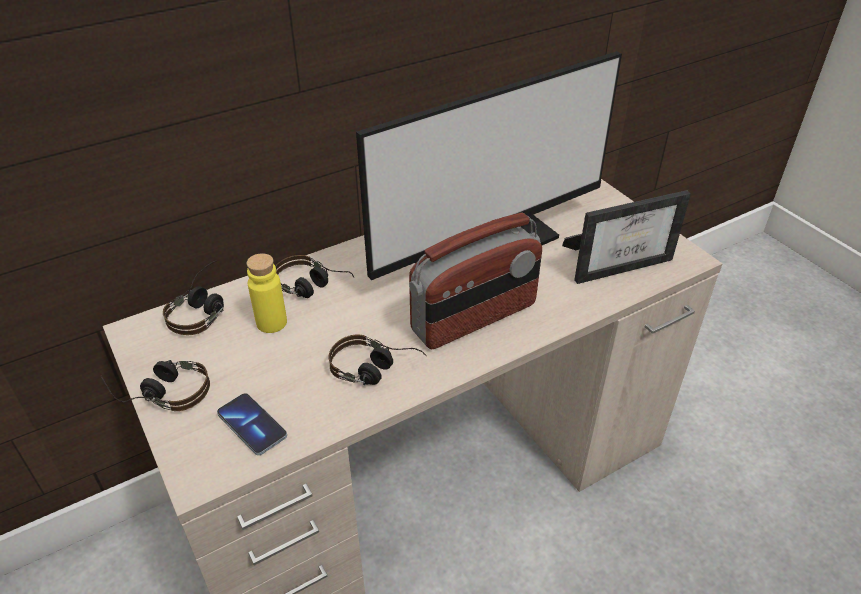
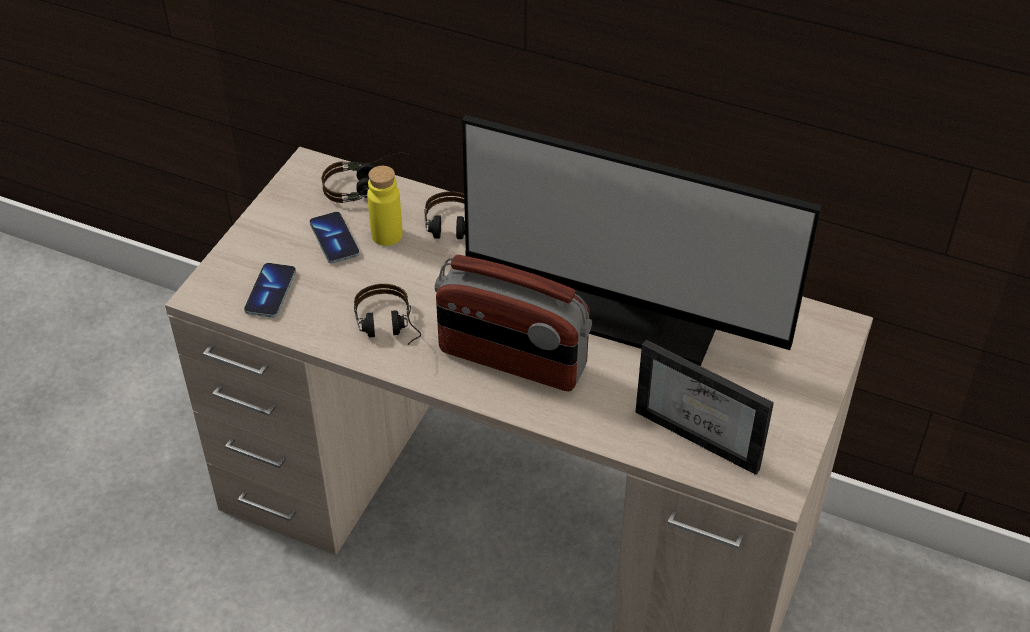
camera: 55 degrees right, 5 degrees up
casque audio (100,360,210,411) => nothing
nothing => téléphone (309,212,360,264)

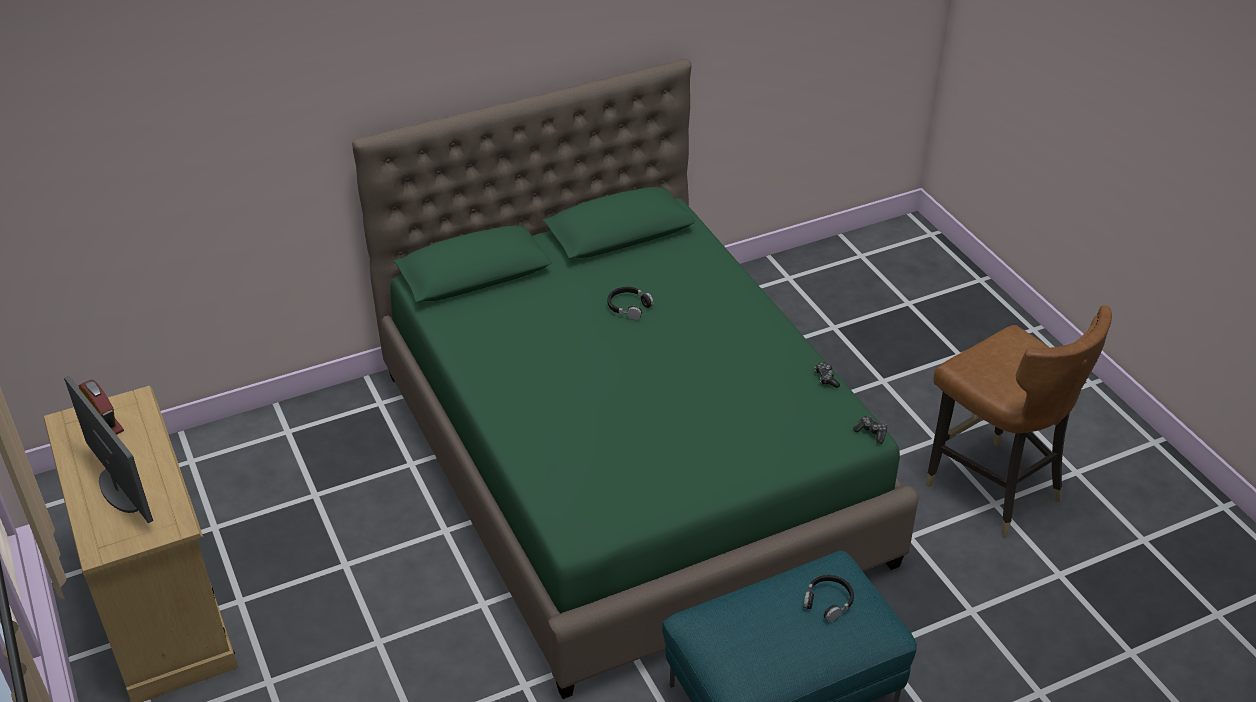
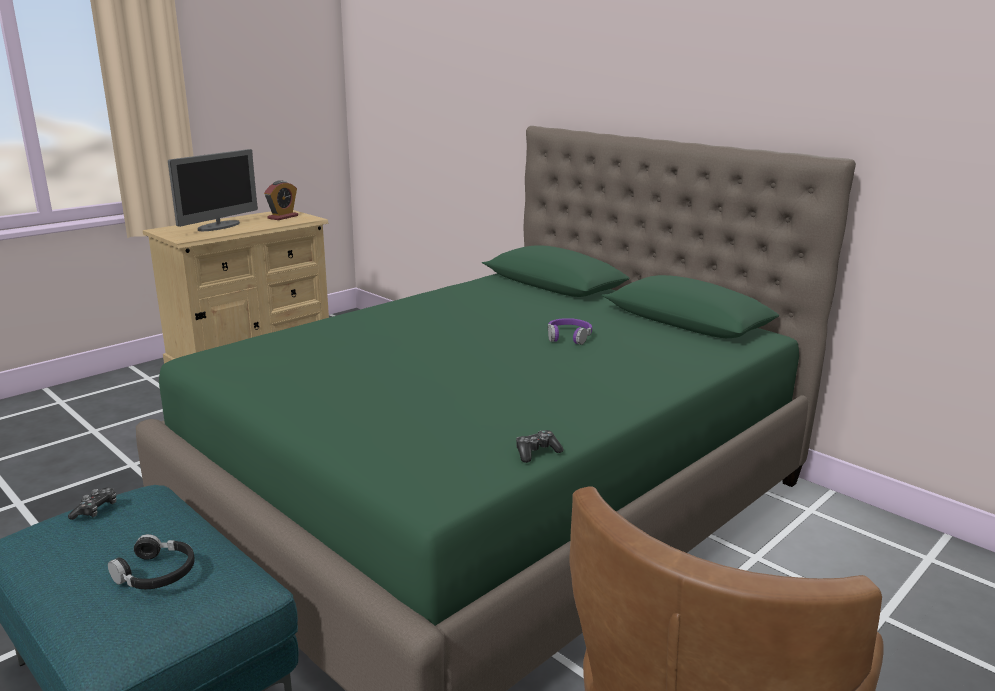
camera: 70 degrees right, 20 degrees down
casque audio (noir) (607,287,654,320) => casque audio (violet) (548,318,592,345)
manette (853,416,887,444) => manette (68,487,117,520), relocated

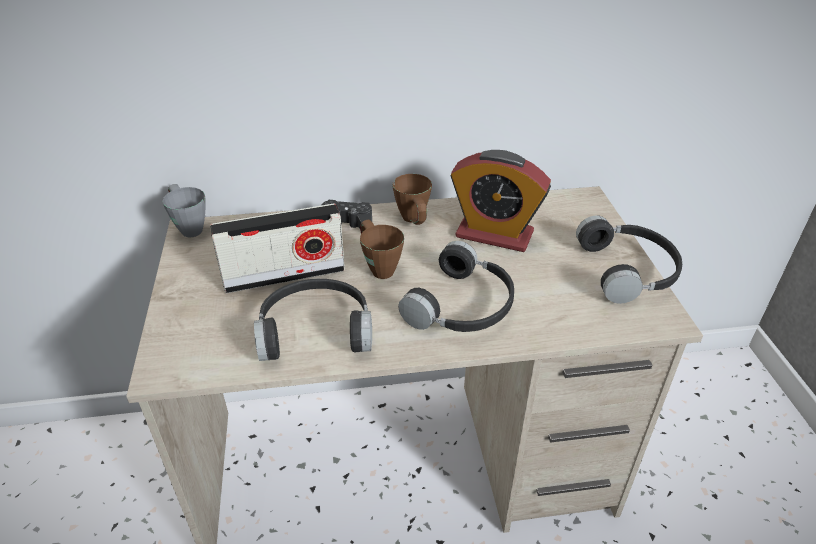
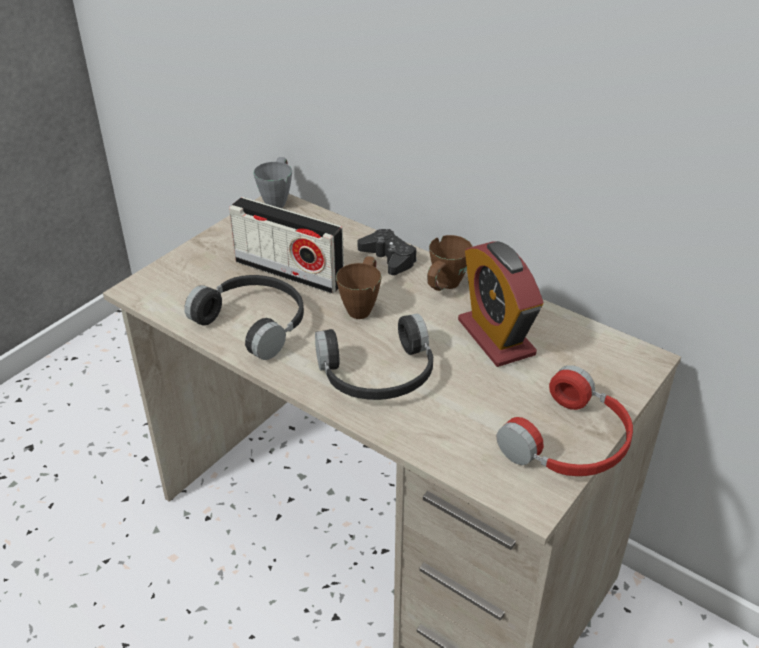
camera: 45 degrees right, 0 degrees up
casque audio (noir) (576,215,682,304) => casque audio (rouge) (496,365,633,476)

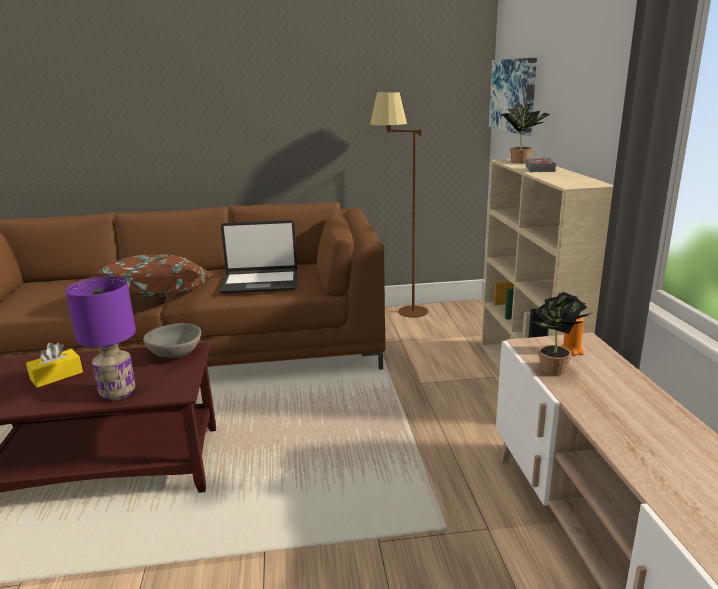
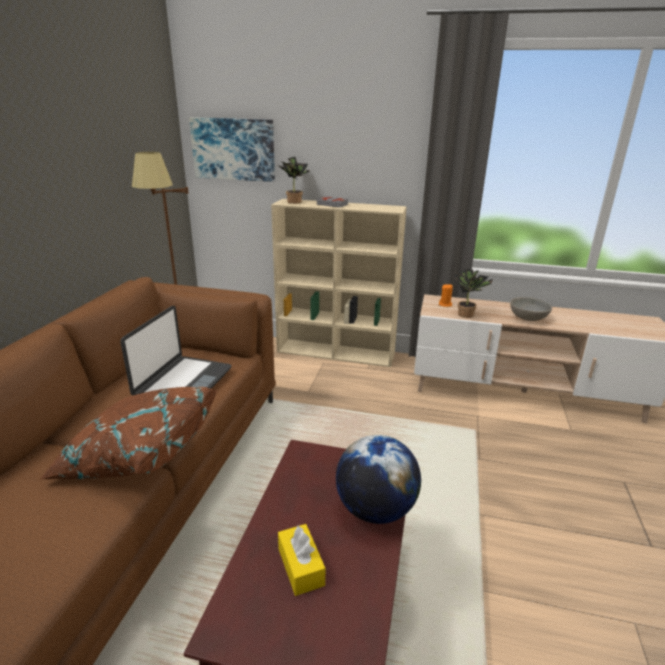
camera: 70 degrees left, 5 degrees up
lampe de table (violet) (65,276,136,401) => globe (336,435,421,524)
bol (gris) (143,323,201,358) => bol (gris) (510,297,552,321), relocated

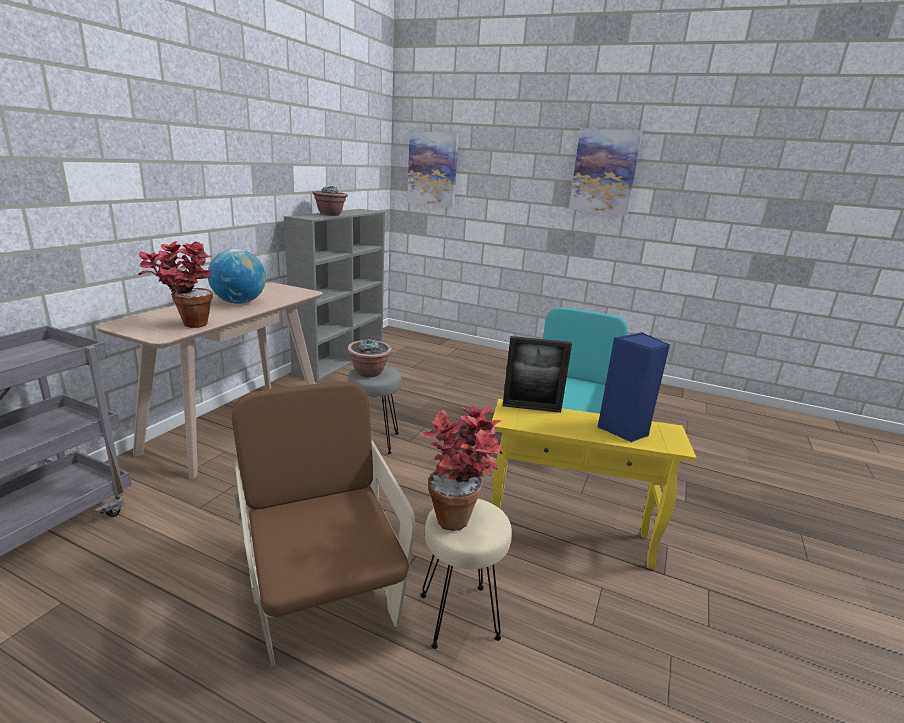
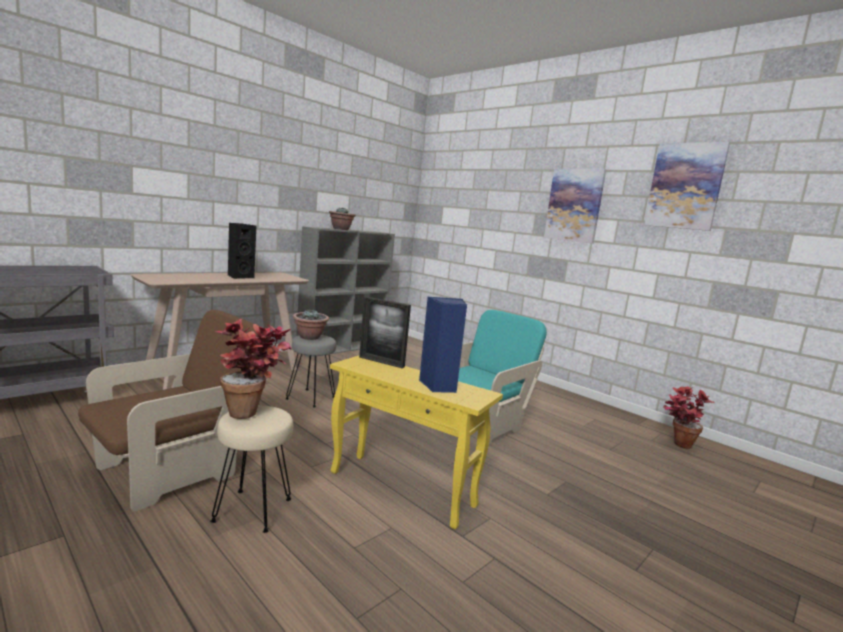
camera: 20 degrees right, 10 degrees down
plante en pot (138,241,213,328) => plante en pot (663,387,715,449), relocated
globe (208,249,266,304) => enceinte (noir) (228,223,256,279)
fauteuil (marron) (232,381,416,667) => fauteuil (marron) (78,310,259,512), 45 degrees clockwise
tableau (407,131,459,208) => tableau (644,142,730,231), relocated

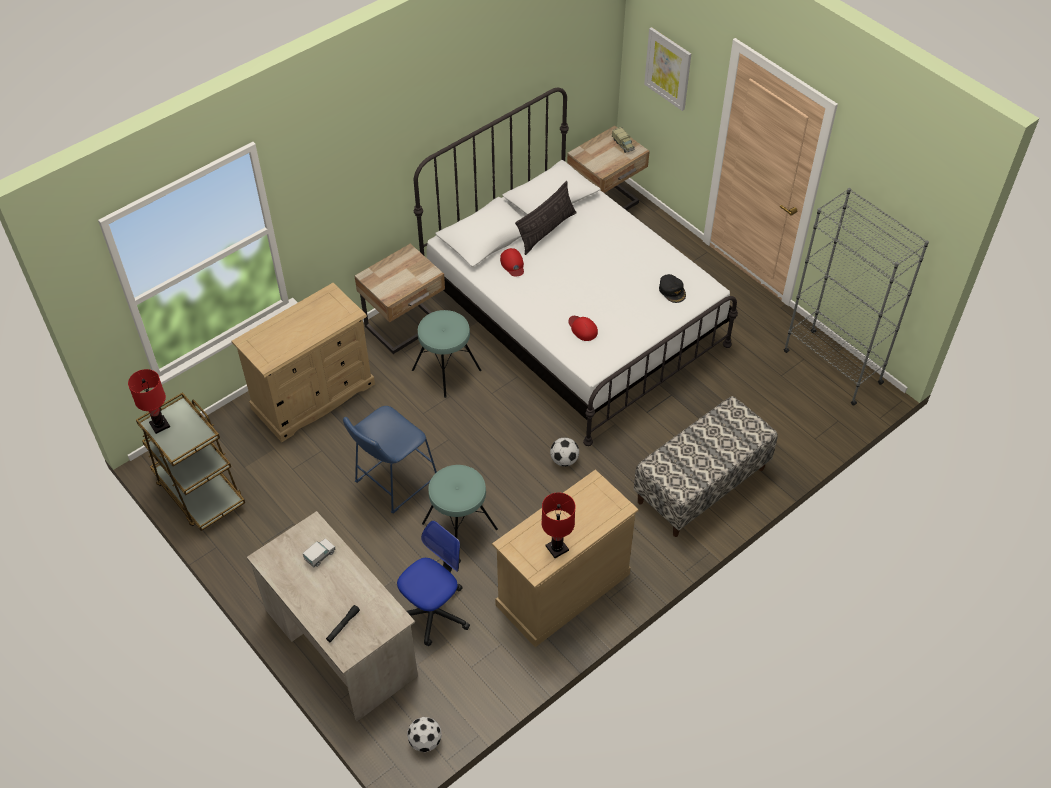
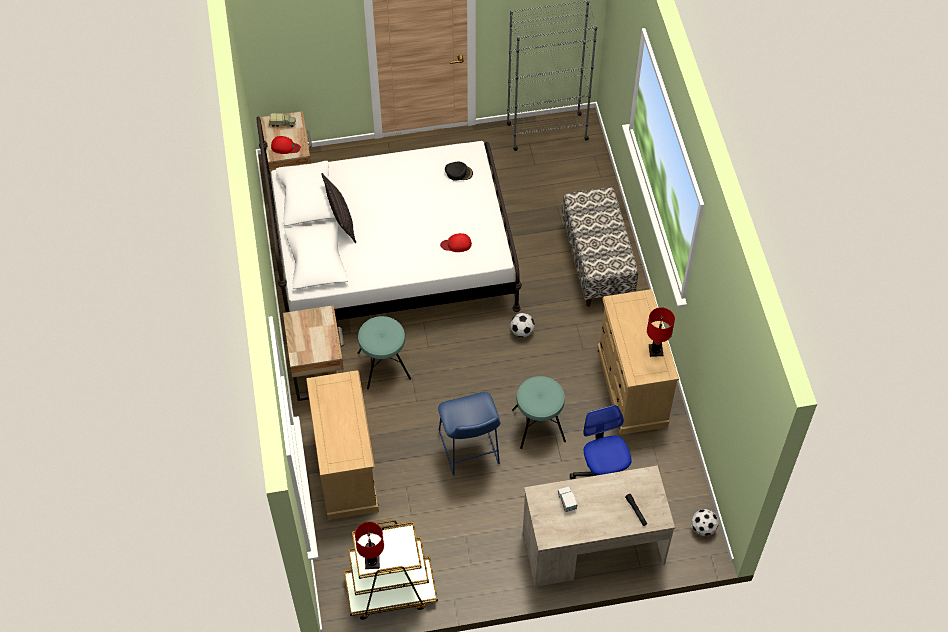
camera: 60 degrees left, 5 degrees up
casquette (rouge) (500,248,524,276) => casquette (rouge) (271,136,301,154), relocated
tableau (644,27,691,111) => nothing

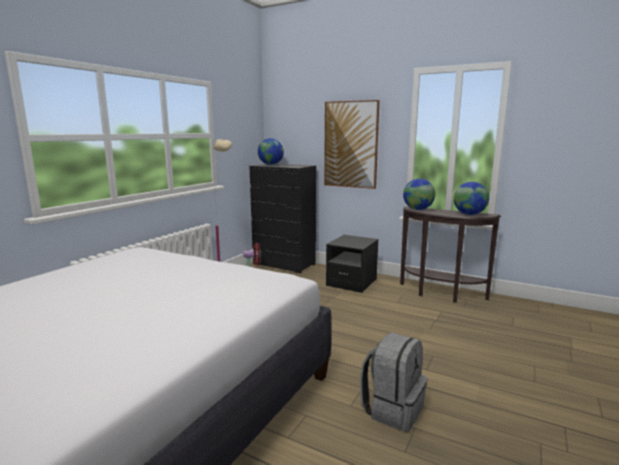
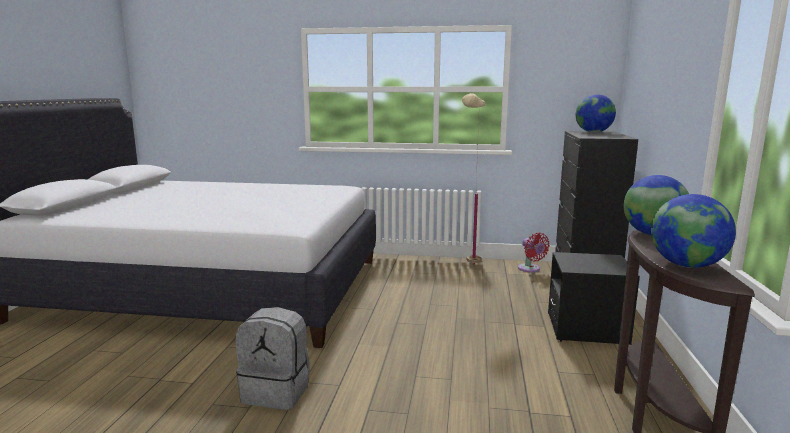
camera: 70 degrees right, 0 degrees up
tableau (324,100,380,189) => nothing

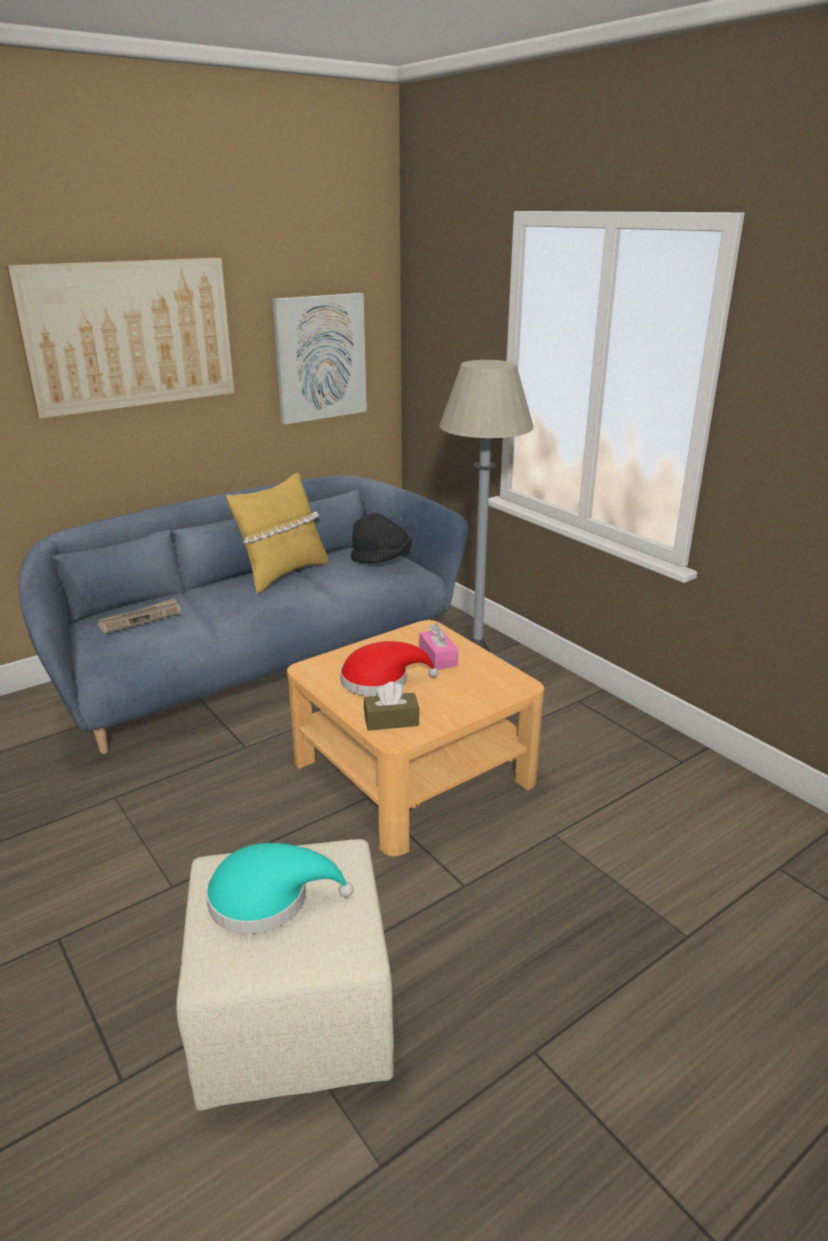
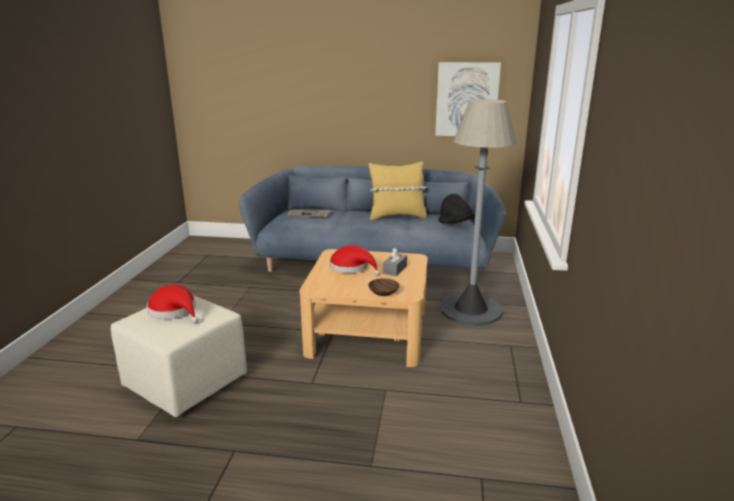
camera: 45 degrees right, 5 degrees down
tableau (6,257,235,419) => nothing
chapeau (turquoise) (206,843,353,934) => chapeau (rouge) (147,284,198,324)
boîte à mouchoirs (marron) (364,682,419,731) => nothing
boîte à mouchoirs (rose) (419,623,458,670) => boîte à mouchoirs (gris) (383,247,407,276)
nothing => bol (marron) (368,278,400,296)

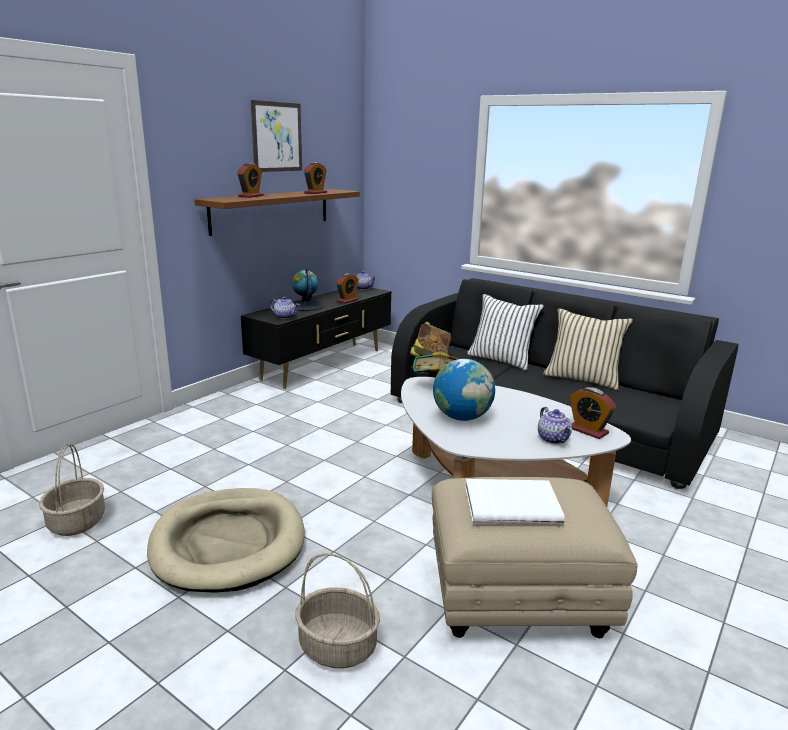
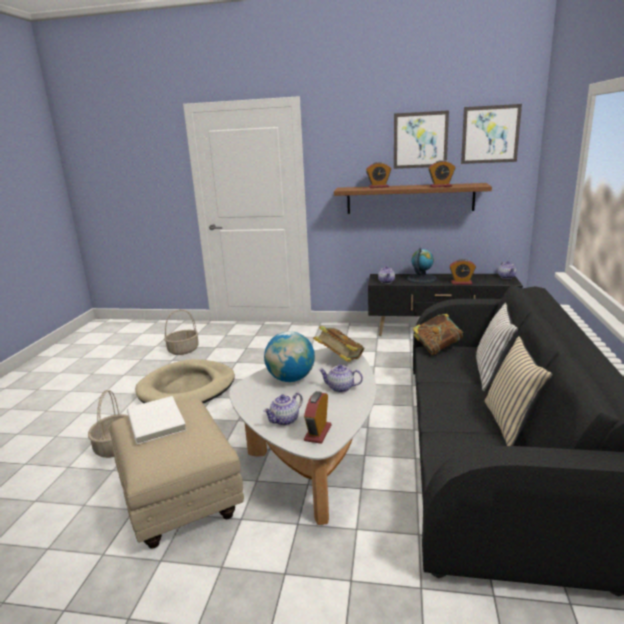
camera: 65 degrees right, 0 degrees up
nothing => théière (319,364,363,393)
nothing => tableau (461,104,522,164)

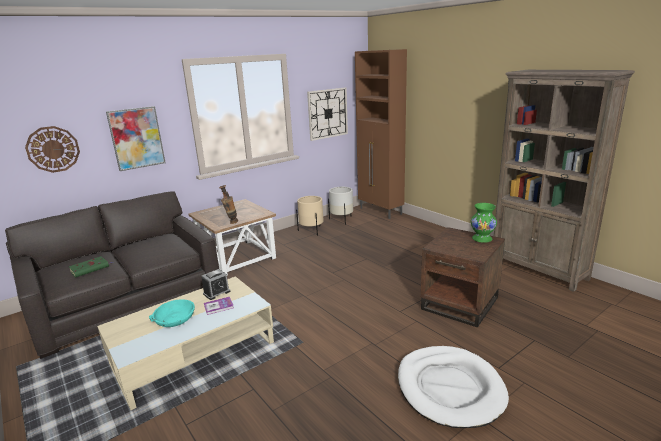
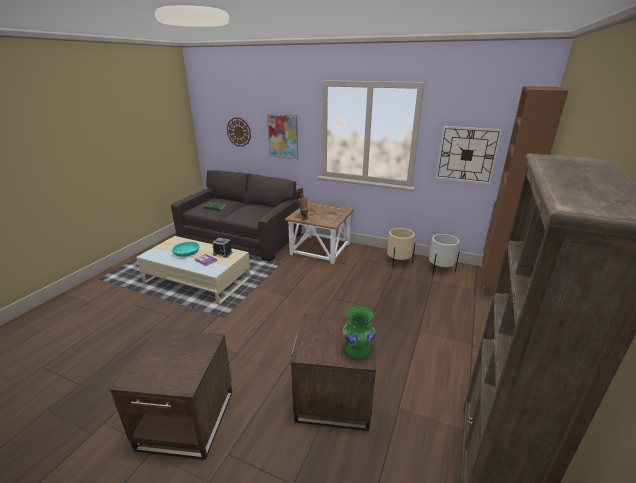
camera: 60 degrees right, 5 degrees up
panier pour chien (blanc) (398,346,509,428) => table d'appoint (marron) (110,329,232,460)

